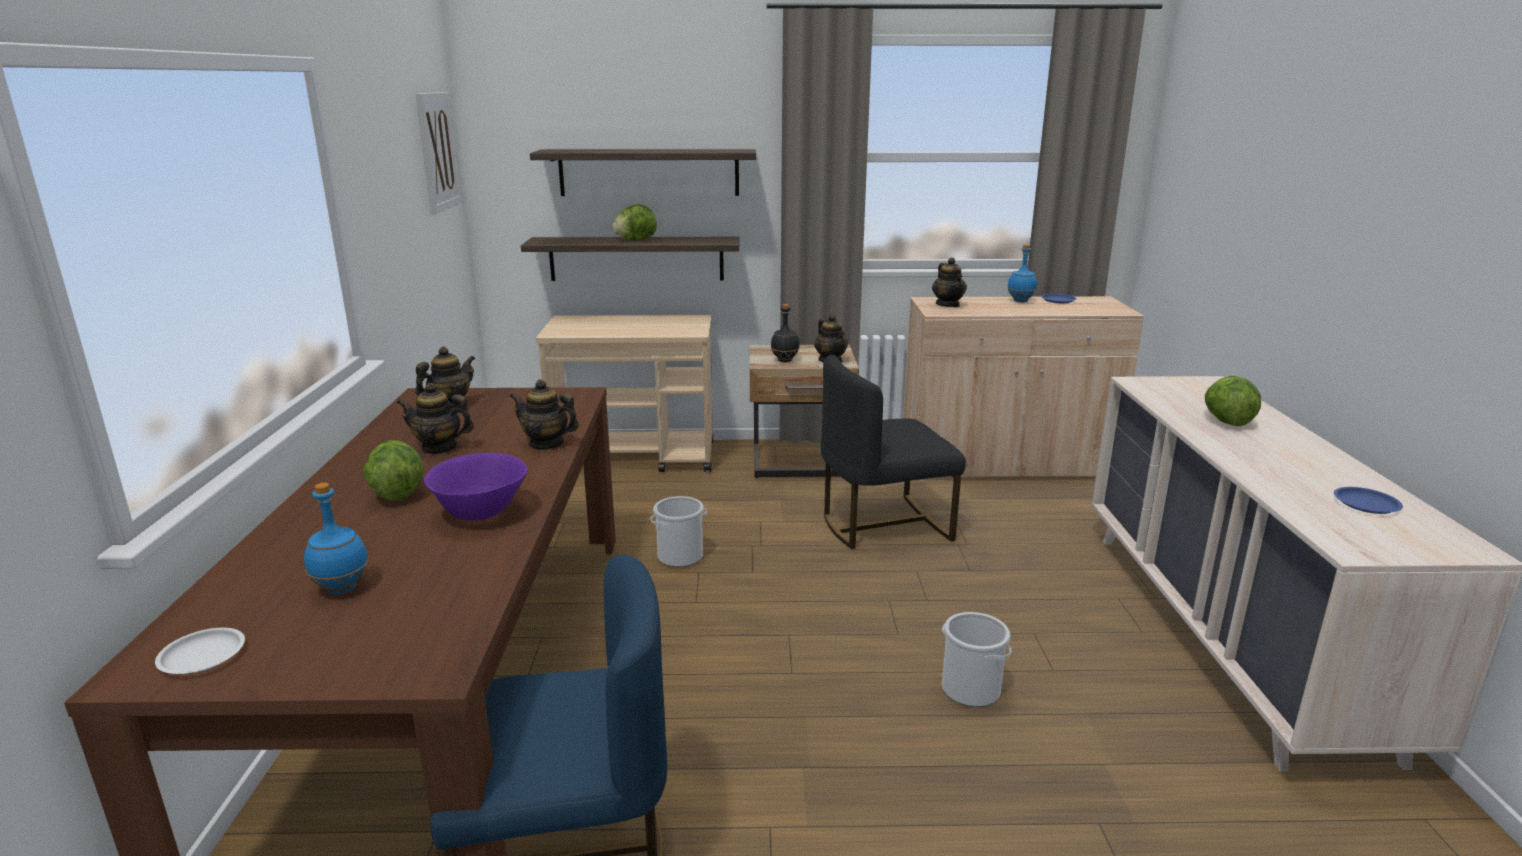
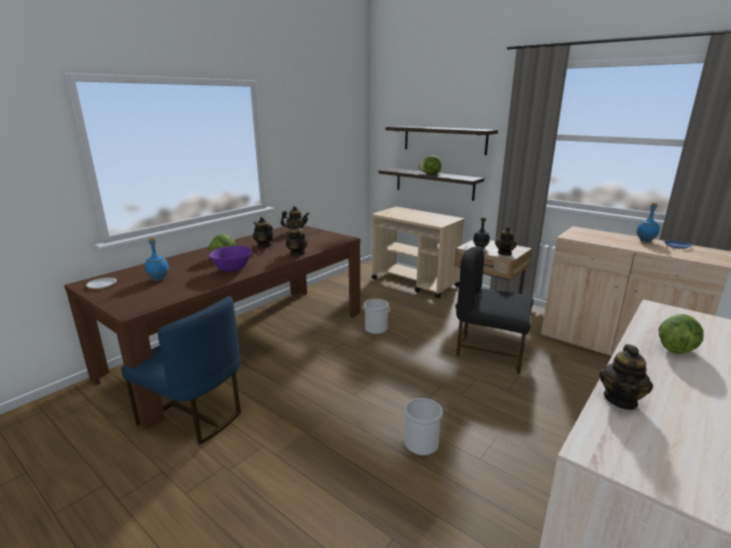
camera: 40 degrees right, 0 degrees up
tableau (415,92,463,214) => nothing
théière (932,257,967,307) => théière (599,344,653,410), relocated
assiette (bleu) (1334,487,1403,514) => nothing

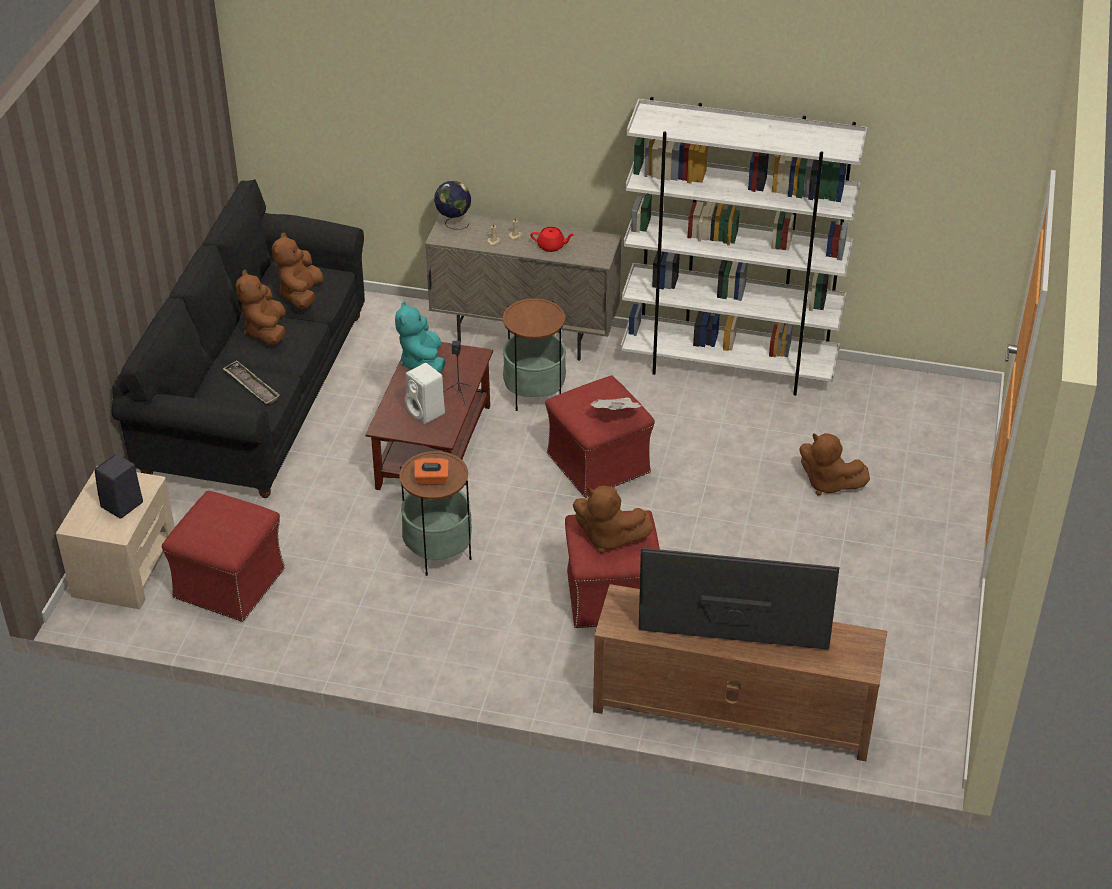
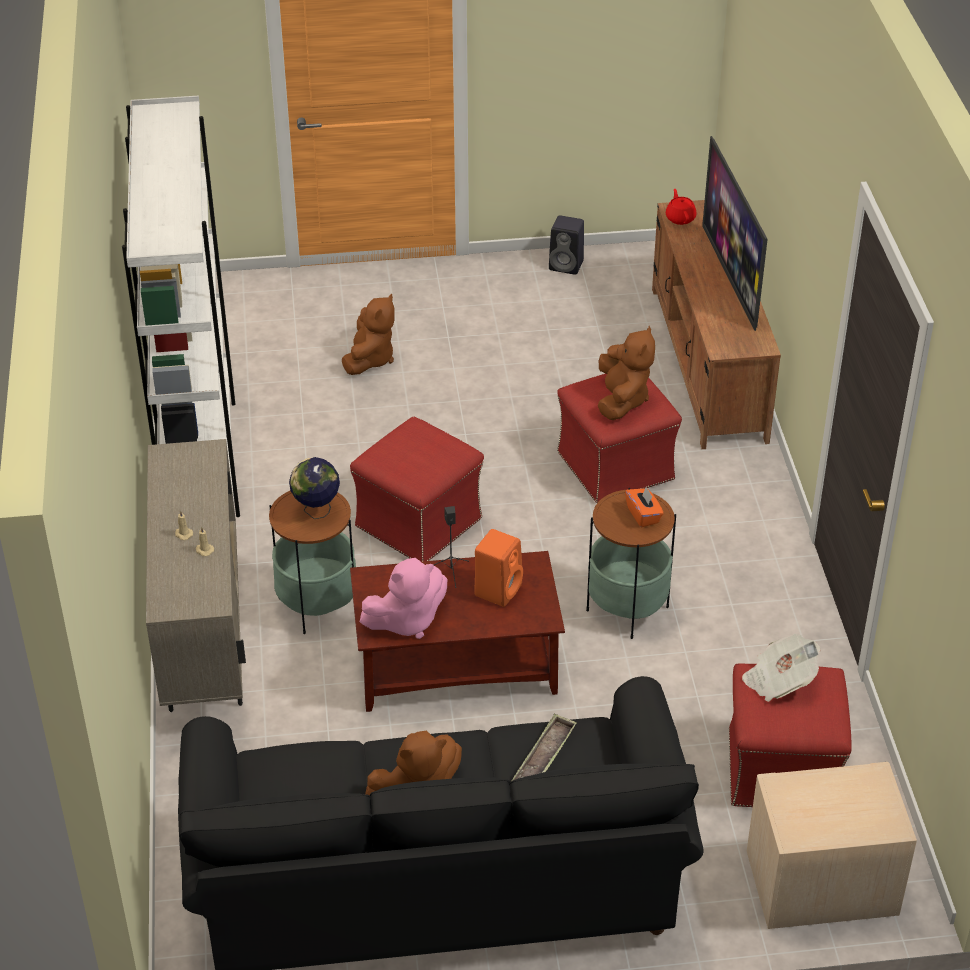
camera: 110 degrees left, 0 degrees up
enceinte (noir) (95,454,143,519) => enceinte (noir) (549,215,584,275), relocated
peluche (marron) (272,232,324,309) => nothing
peluche (turquoise) (395,301,445,373) => peluche (rose) (360,558,447,639)
enceinte (blanc) (405,363,445,424) => enceinte (orange) (474,529,523,607)
globe (434,181,471,230) => globe (289,457,340,519), relocated
théière (rouge) (530,227,575,252) => théière (rouge) (666,189,697,225), relocated
journal (591,398,642,410) => journal (742,634,821,702), relocated

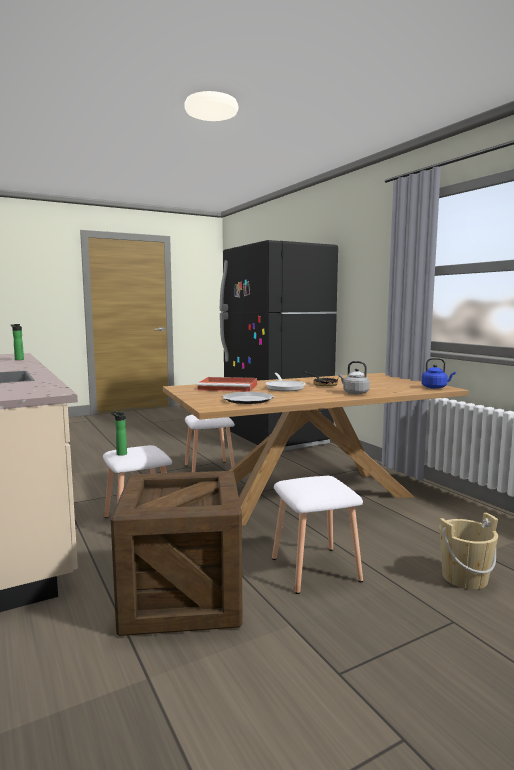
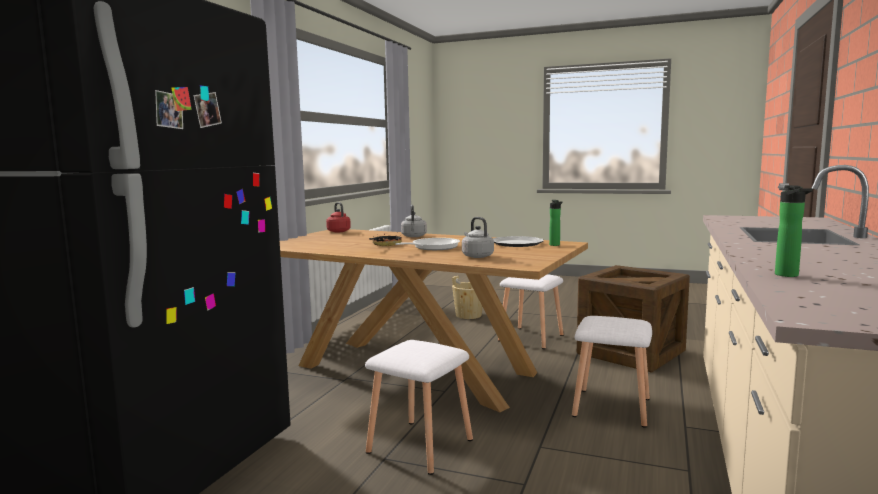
camera: 130 degrees left, 0 degrees up
bouteille (111,411,127,456) => bouteille (549,200,563,246), relocated
plateau (rouge) (197,377,257,392) => bouilloire (gris) (462,217,494,258)
bouilloire (bleu) (422,358,456,389) => bouilloire (rouge) (326,202,351,232)

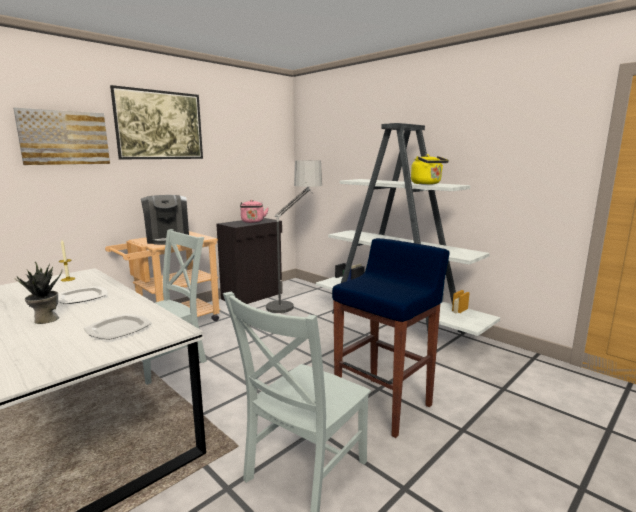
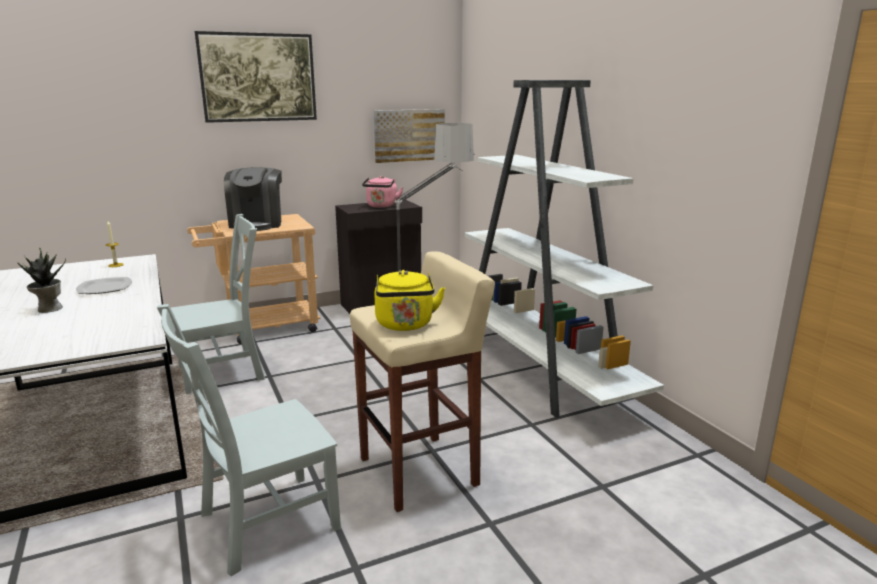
camera: 20 degrees right, 5 degrees up
tableau (13,108,110,165) => tableau (374,109,445,163), relocated
assiette (84,314,152,340) => nothing
tabouret (bleu) (332,238,450,438) => tabouret (beige) (350,251,495,512)
bouilloire (jaune) (411,154,449,185) => bouilloire (jaune) (374,270,445,331), relocated

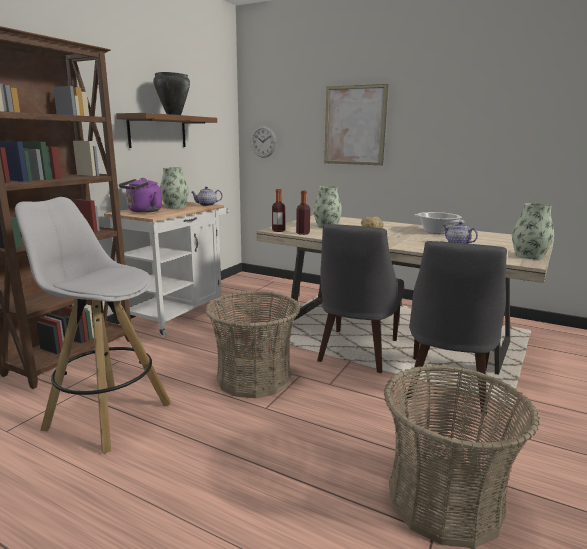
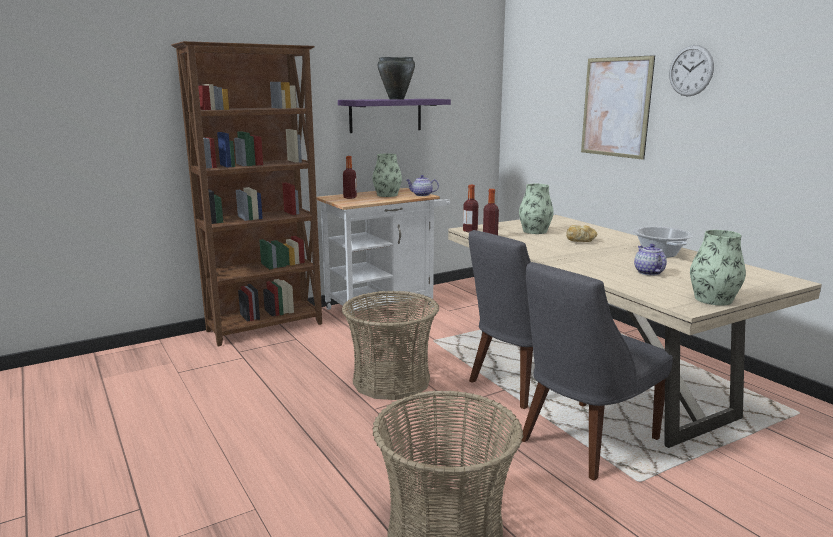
camera: 30 degrees right, 0 degrees up
tabouret (blanc) (15,197,171,454) => nothing
étagère (marron) (116,113,217,148) => étagère (violet) (338,99,451,133)
bouilloire (violet) (119,178,162,213) => bouteille (343,156,357,199)
horloge murale (251,126,277,158) => horloge murale (669,45,714,96), relocated

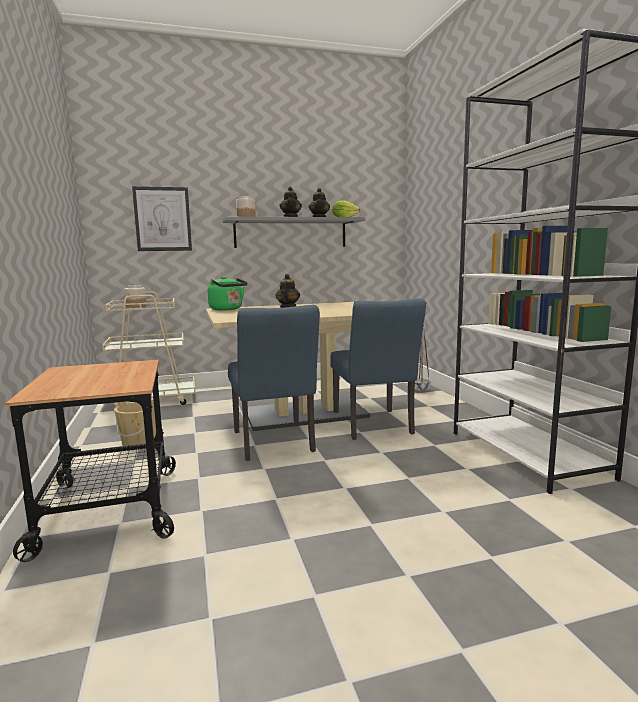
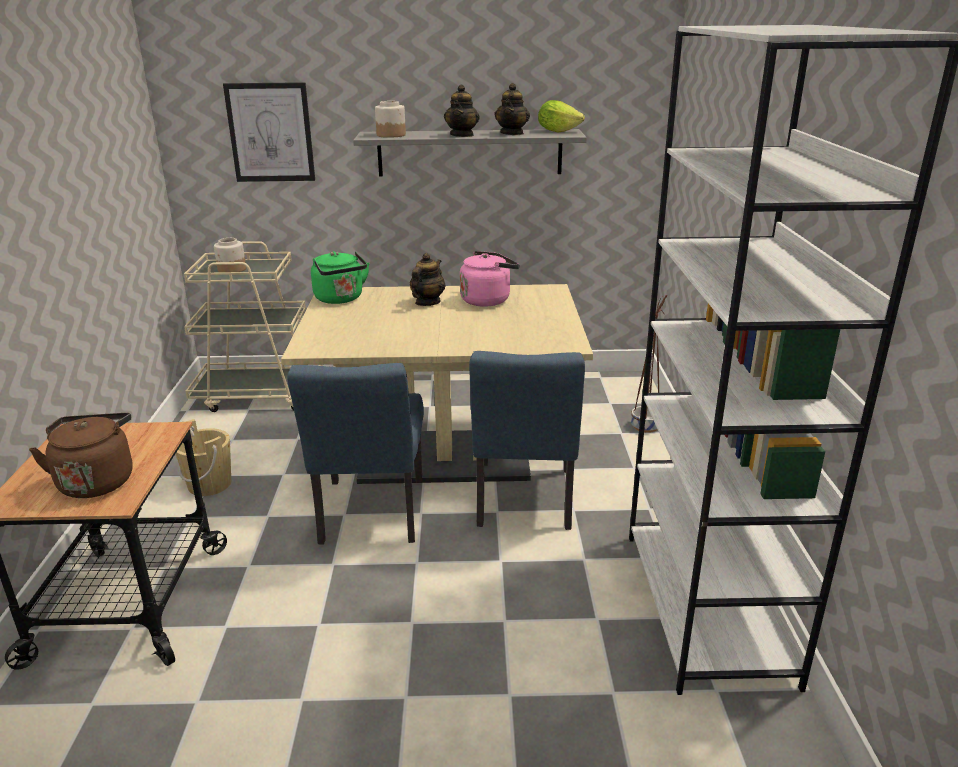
camera: 15 degrees right, 15 degrees up
nothing => bouilloire (marron) (29,413,132,498)
nothing => bouilloire (rose) (460,251,520,307)

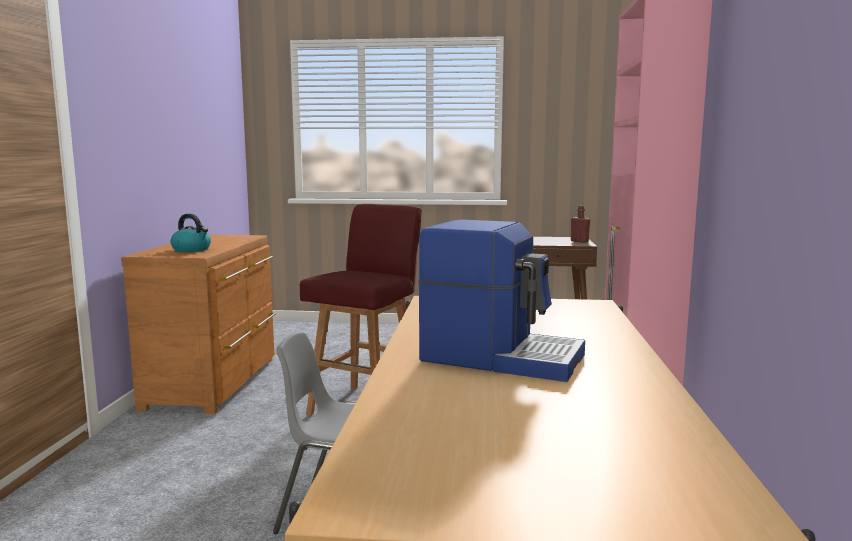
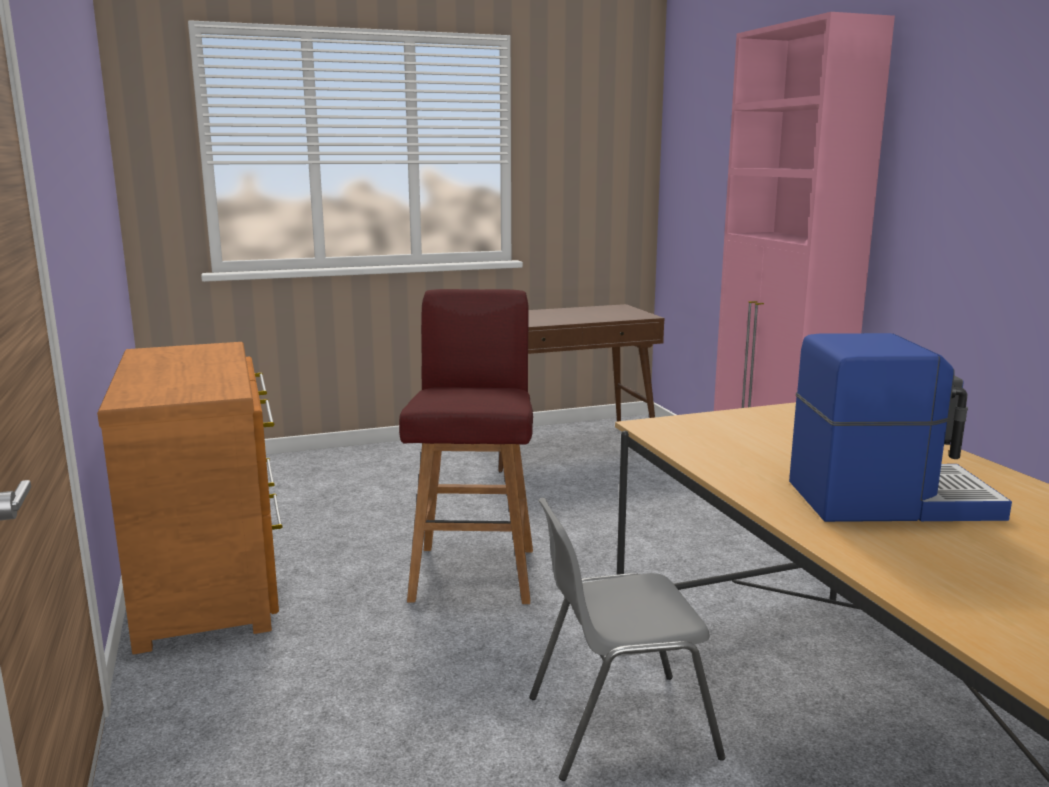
camera: 25 degrees left, 5 degrees up
bouilloire (171,214,211,252) => nothing
bouteille (rouge) (571,206,590,243) => nothing

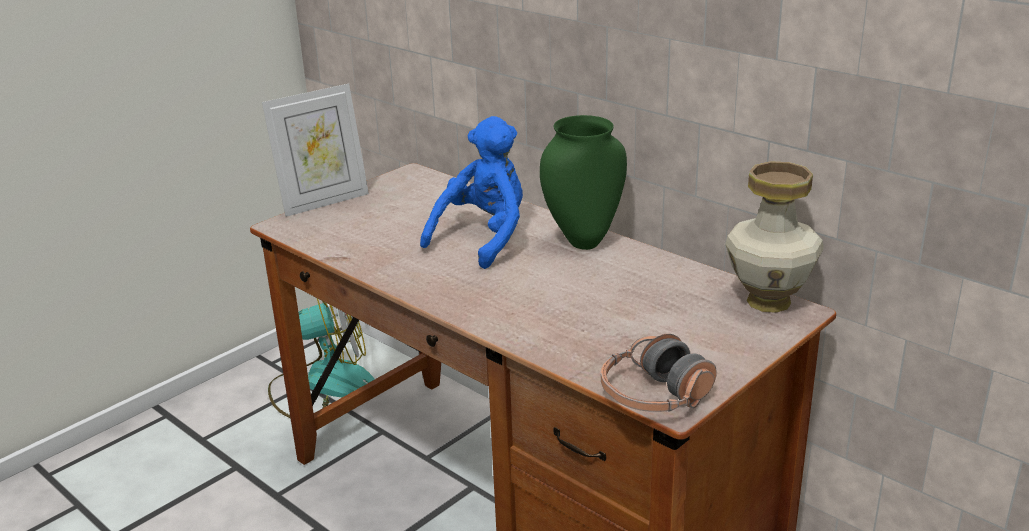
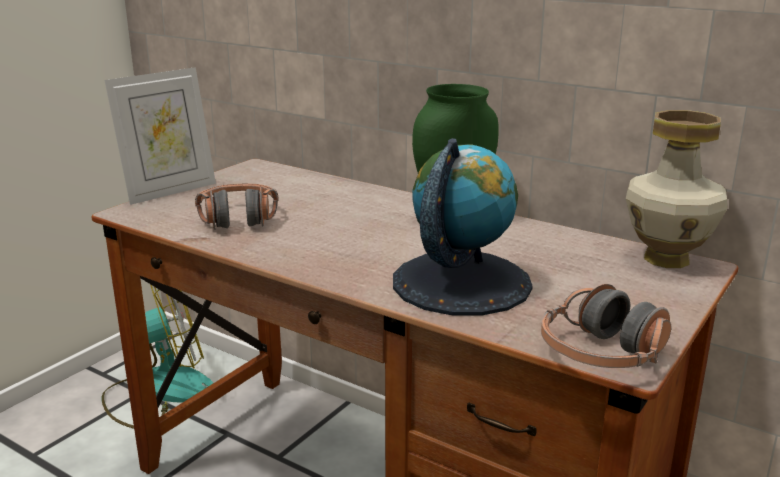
camera: 10 degrees left, 5 degrees down
peluche (bleu) (420,116,523,269) => nothing
nothing => casque audio (195,183,279,230)
nothing => globe (393,138,533,316)

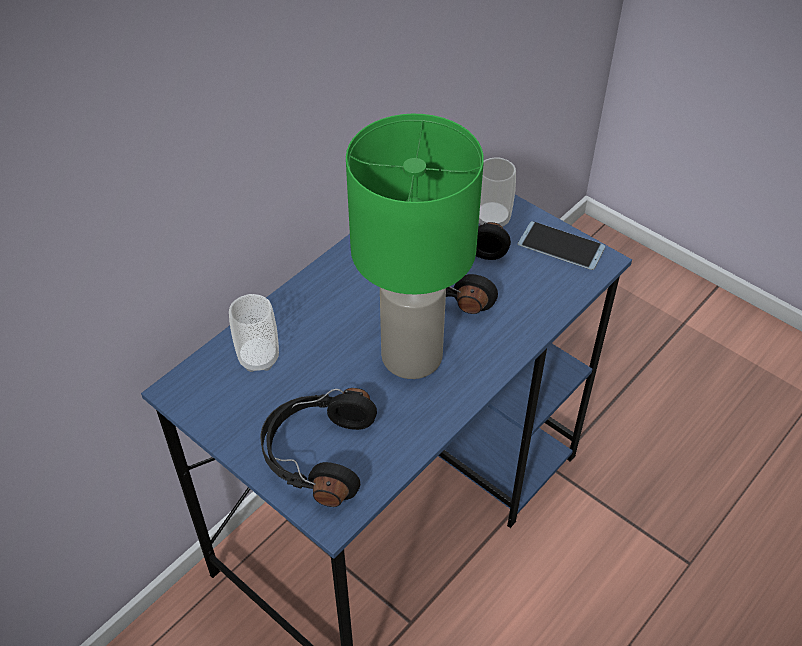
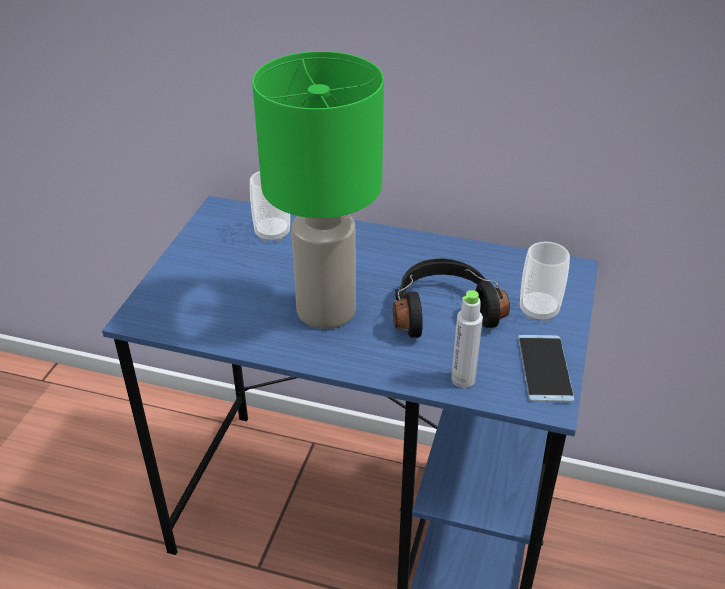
camera: 65 degrees right, 10 degrees down
casque audio (noir) (260,388,377,507) => nothing
nothing => bouteille (gris) (451,290,483,388)

